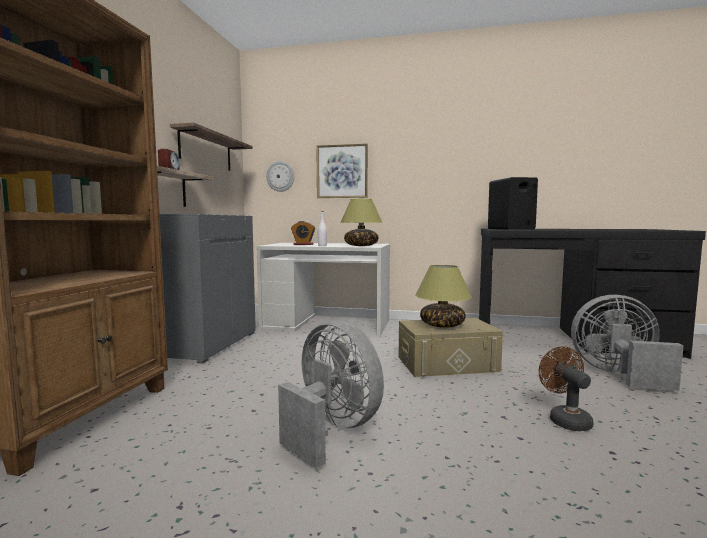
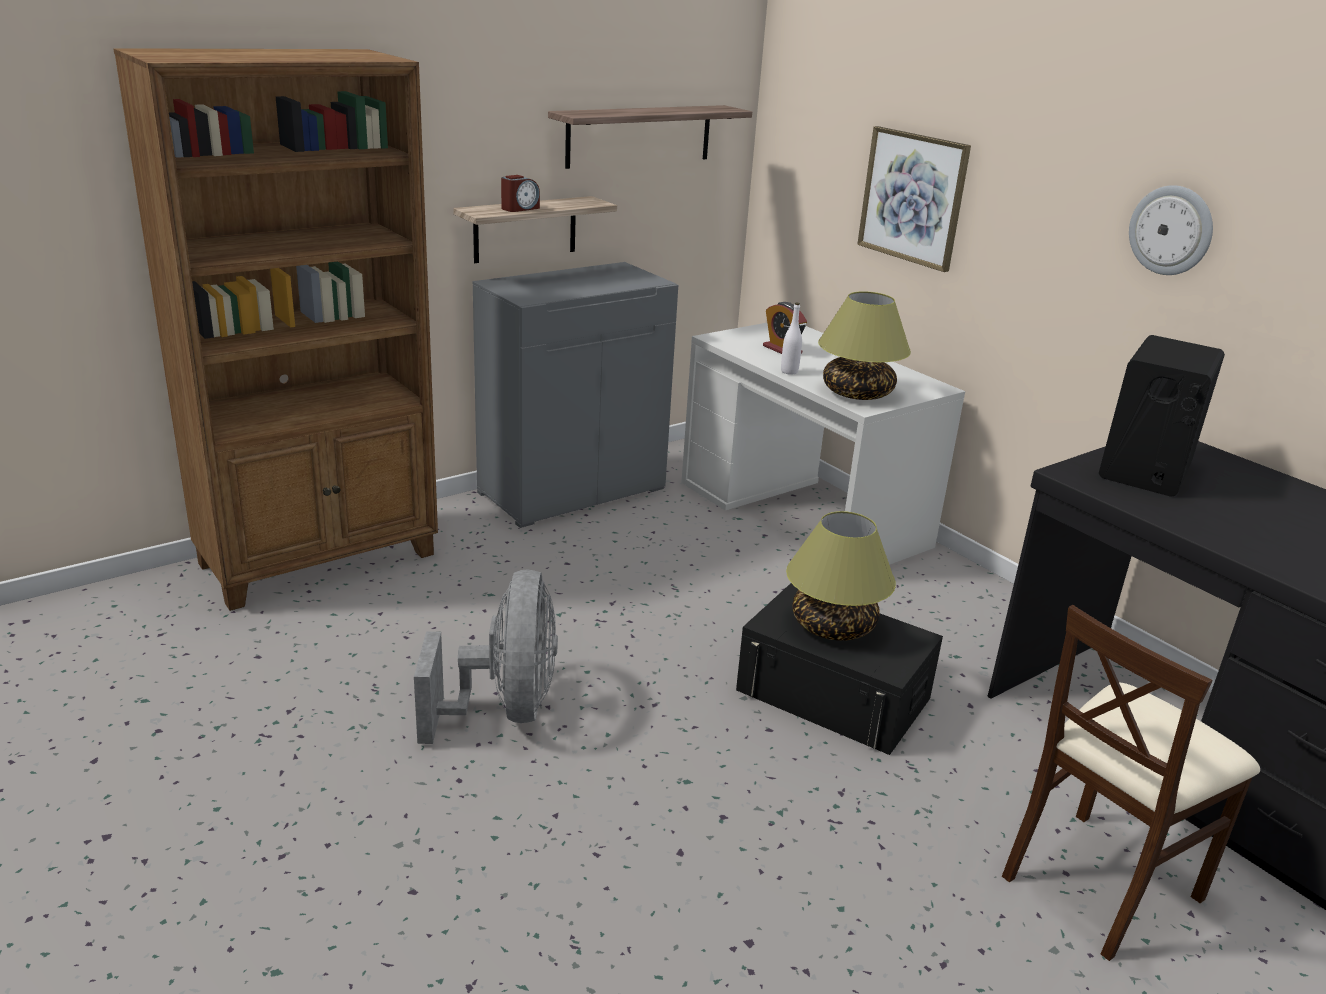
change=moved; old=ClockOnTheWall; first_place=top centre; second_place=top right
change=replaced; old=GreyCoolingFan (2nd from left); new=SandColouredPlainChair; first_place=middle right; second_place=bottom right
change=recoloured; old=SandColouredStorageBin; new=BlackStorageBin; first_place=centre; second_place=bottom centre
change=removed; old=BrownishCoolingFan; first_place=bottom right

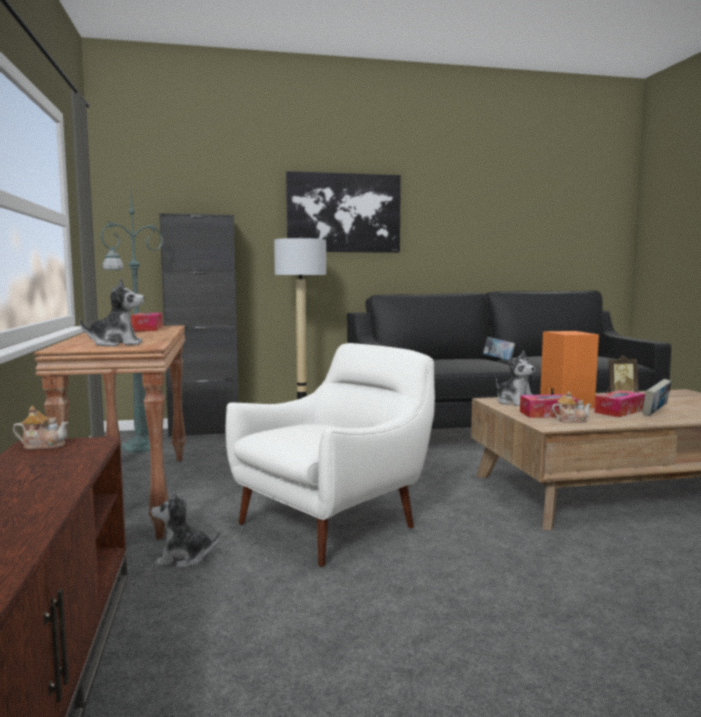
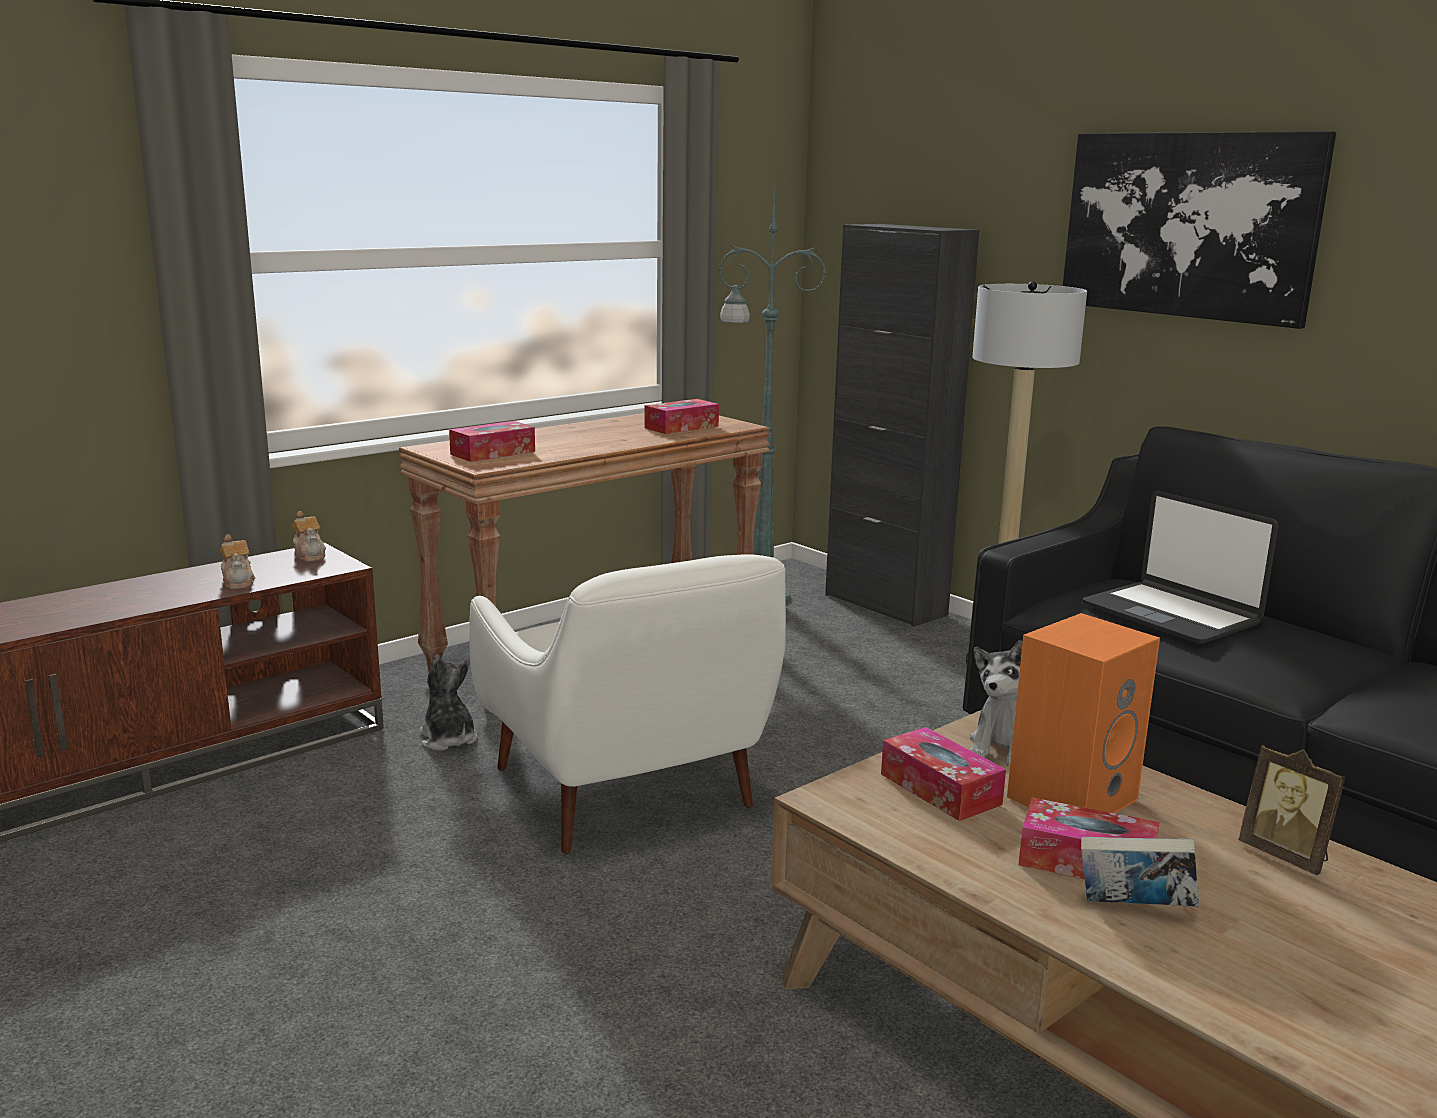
change=replaced; old=CuddlyToy (1st from left); new=TissueHolder (1st from left); first_place=middle left; second_place=centre
change=removed; old=Book (1st from left); first_place=middle right
change=turned; old=WhiteColouredArmchair; first_place=centre; second_place=centre; degrees=45
change=moved; old=TeaPot (2nd from left in the first image); new=TeaPot (1st from left); first_place=middle right; second_place=middle left
change=added; new=PortableComputer; second_place=middle right

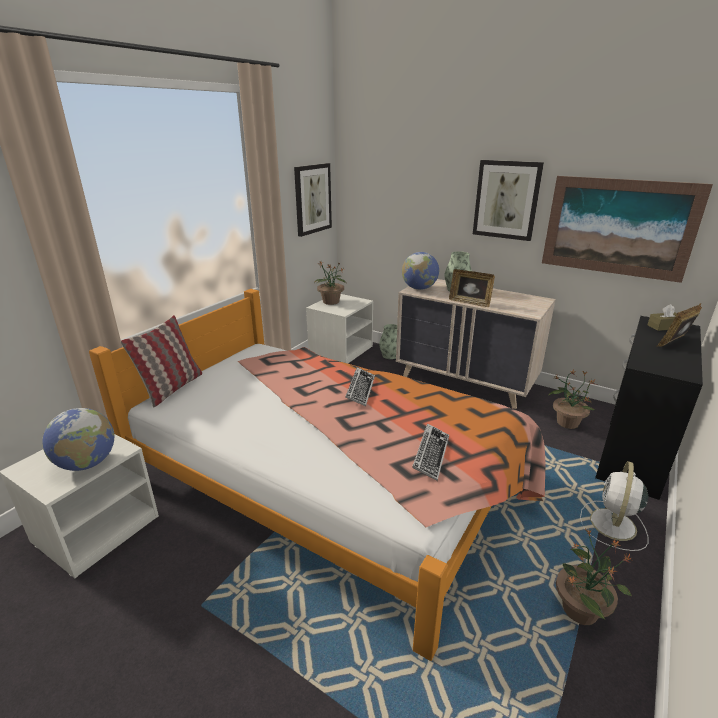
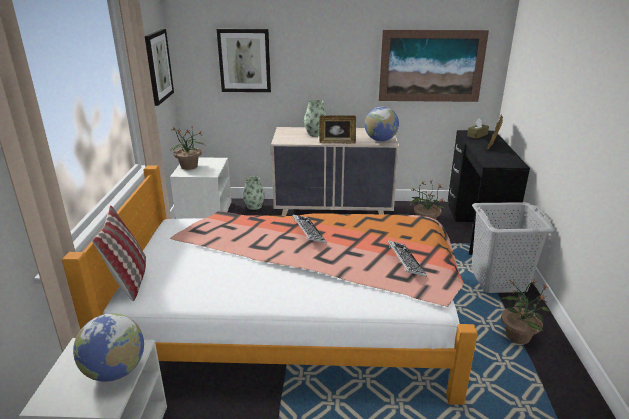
change=moved; old=WallPicture (2nd from left); first_place=top right; second_place=top centre
change=moved; old=DeskGlobe (2nd from left); first_place=centre; second_place=top centre
change=replaced; old=WhiteColouredCoolingFan; new=GreyHamper; first_place=bottom right; second_place=middle right

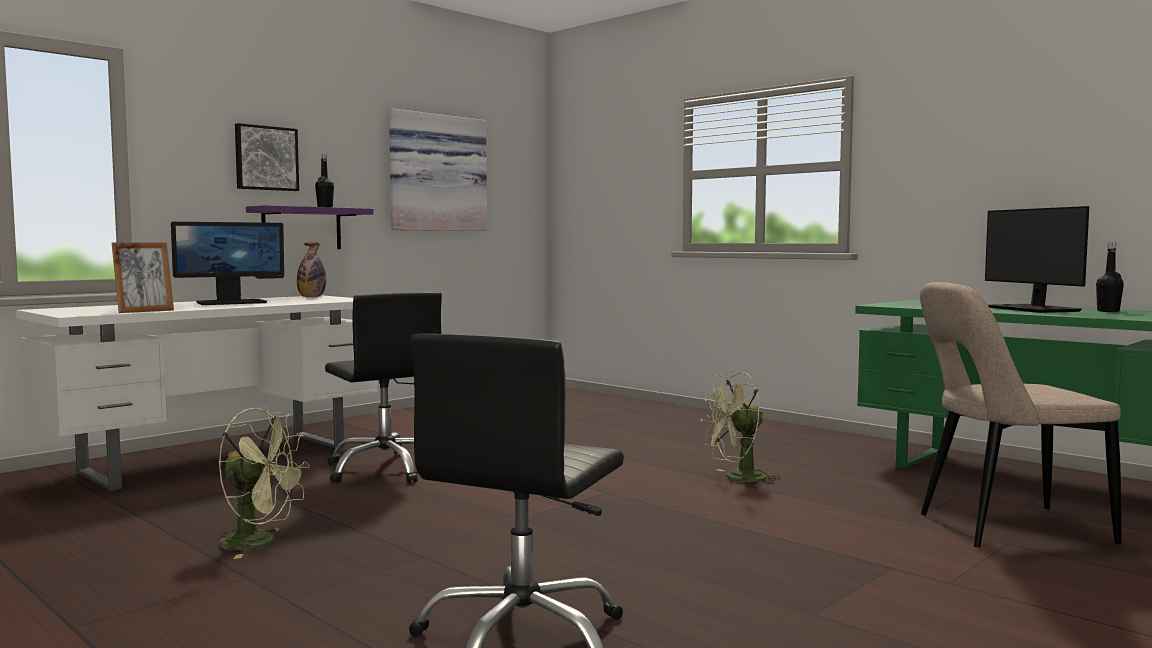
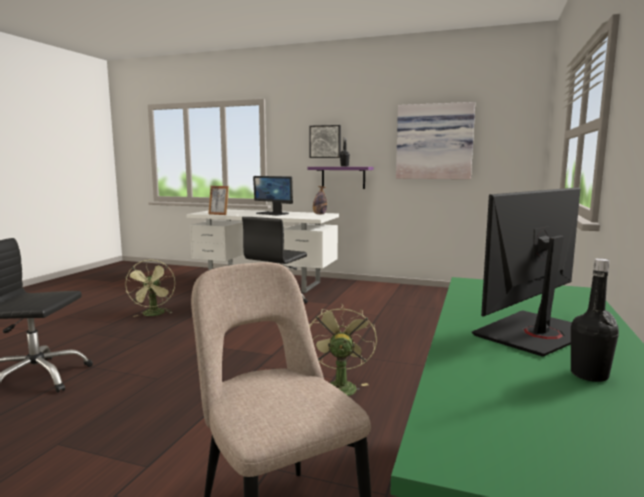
change=turned; old=GreenishCoolingFan (2nd from left); first_place=centre; second_place=bottom centre; degrees=45

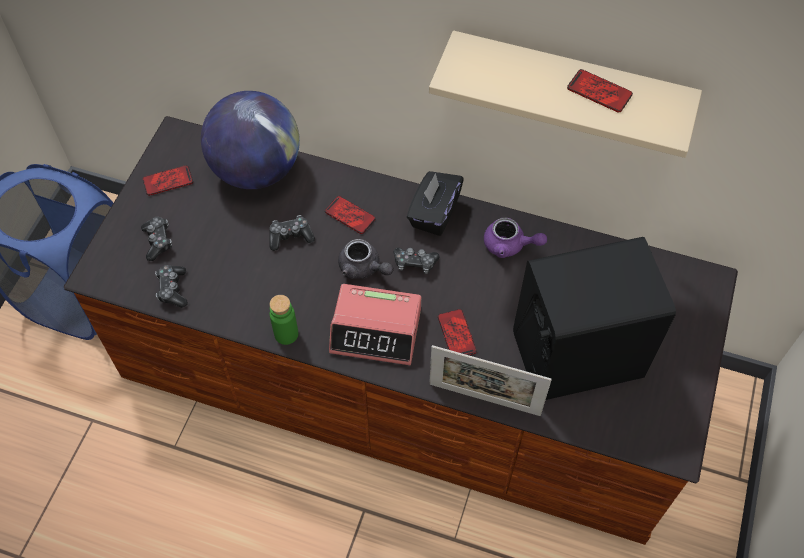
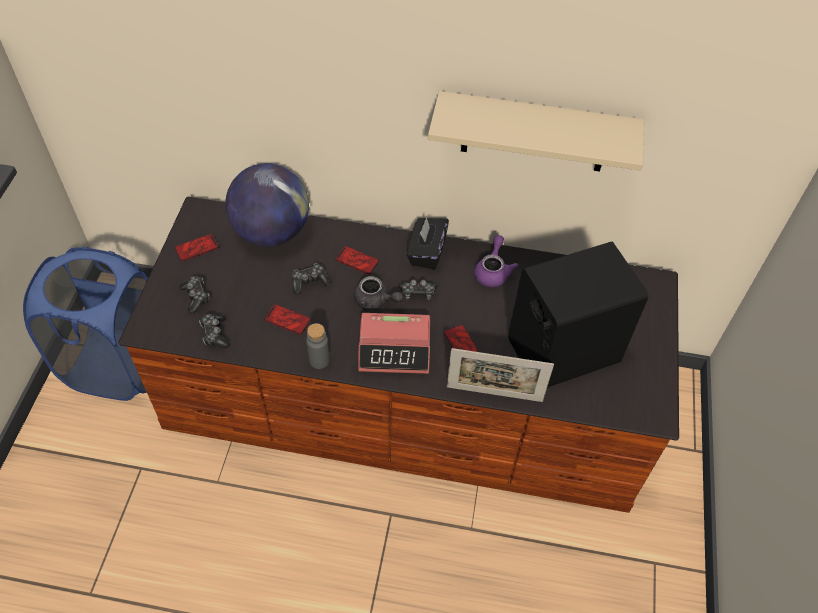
change=moved; old=Handset (4th from left in the first image); new=Handset (2nd from left); first_place=top right; second_place=centre
change=turned; old=PurplishTeaPot; first_place=centre; second_place=centre; degrees=-90
change=recoloured; old=GreenishDrinkBottle; new=GreyDrinkBottle; first_place=centre; second_place=centre

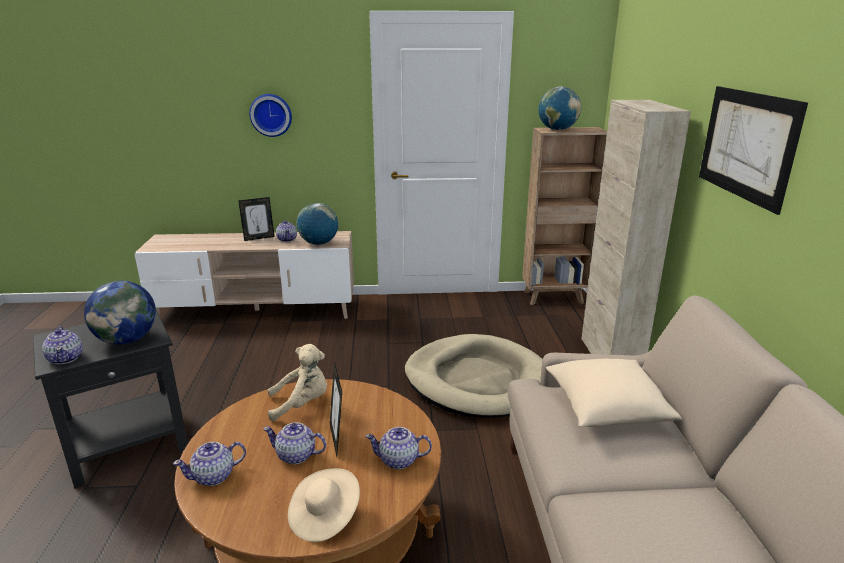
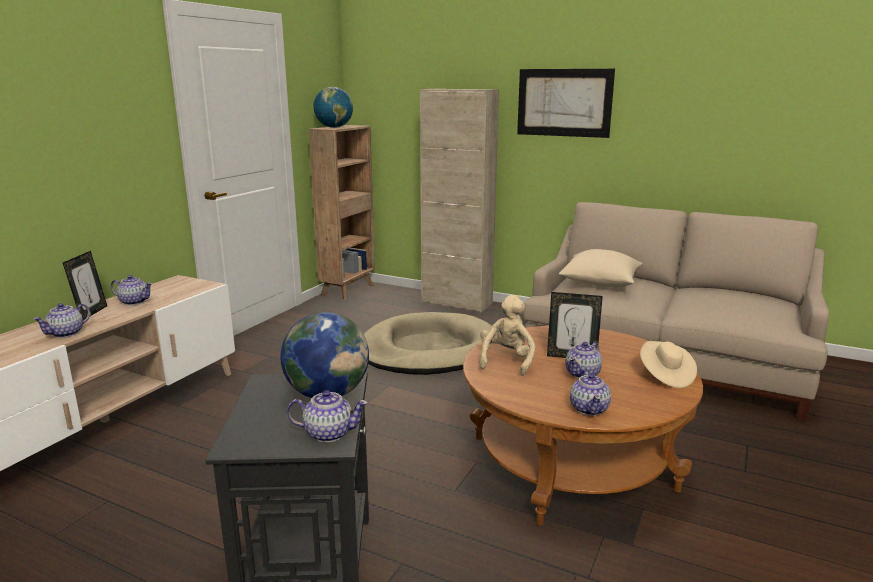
change=removed; old=ClockOnTheWall; first_place=top left
change=removed; old=DeskGlobe (2nd from left); first_place=centre
change=moved; old=TeaPot (5th from left in the first image); new=TeaPot (1st from left); first_place=bottom centre; second_place=middle left

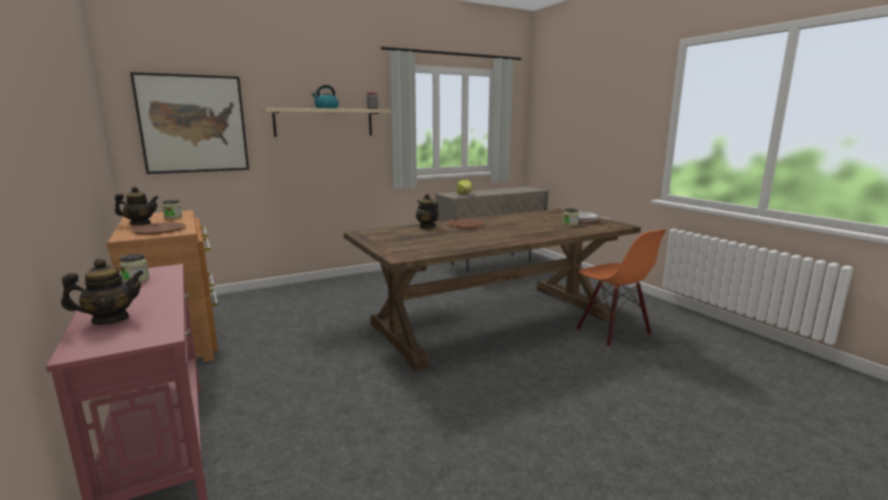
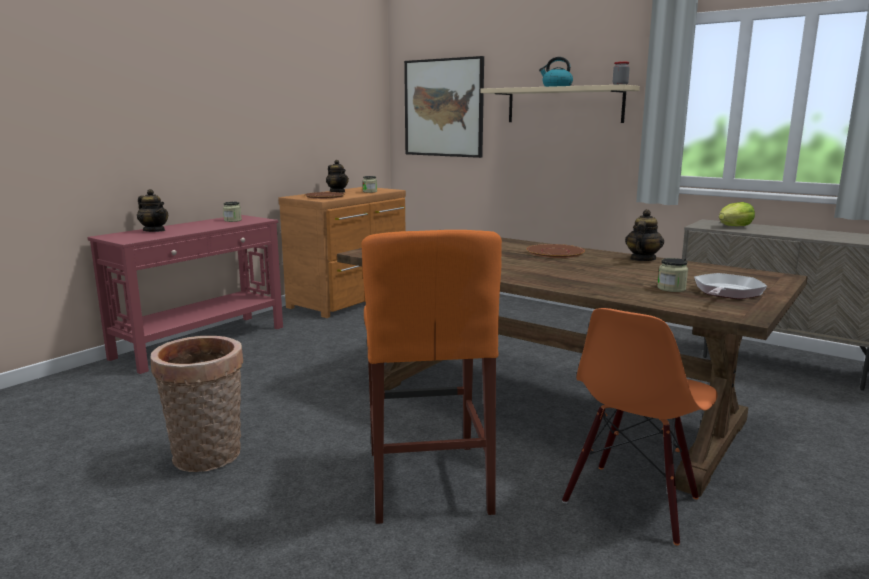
change=moved; old=TeaPot (3rd from left); first_place=centre; second_place=middle right
change=added; new=OrangeyStool; second_place=centre
change=added; new=StorageBasket; second_place=bottom left

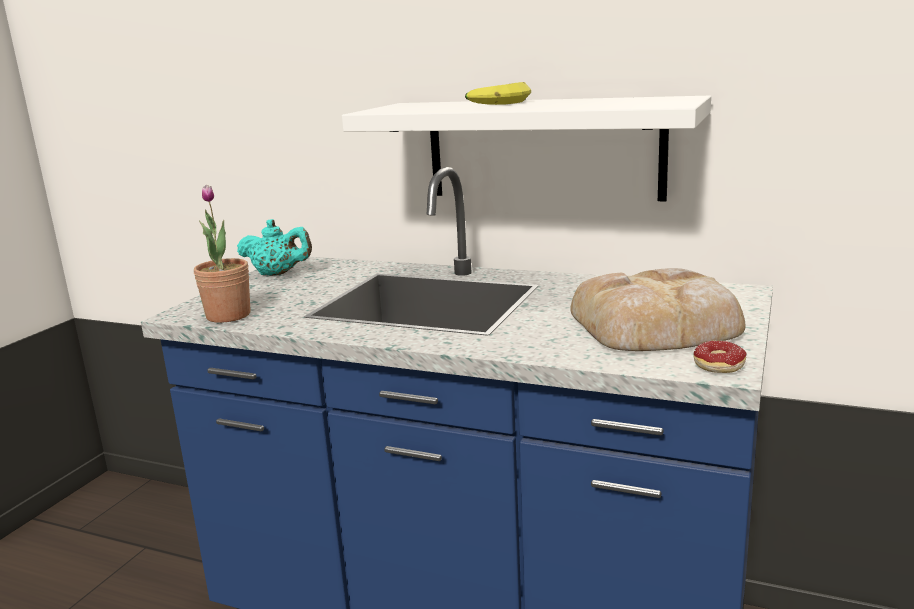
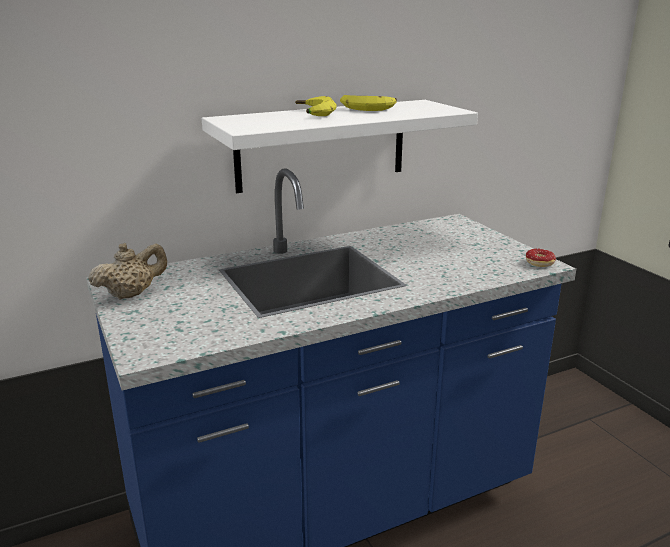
change=removed; old=PottedPlant; first_place=middle left
change=recoloured; old=BlueGreenTeaPot; new=SandColouredTeaPot; first_place=middle left; second_place=middle left
change=removed; old=BakedBread; first_place=middle right
change=added; new=WholeBanana (2nd from left); second_place=top centre

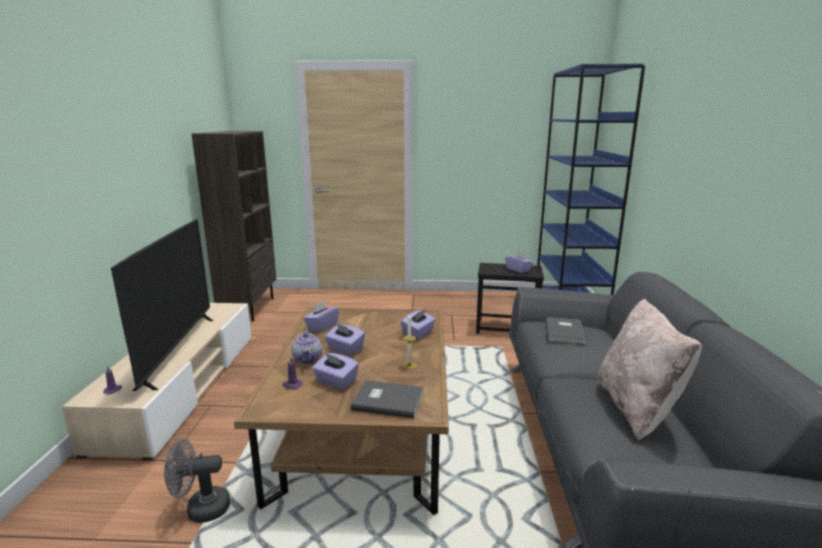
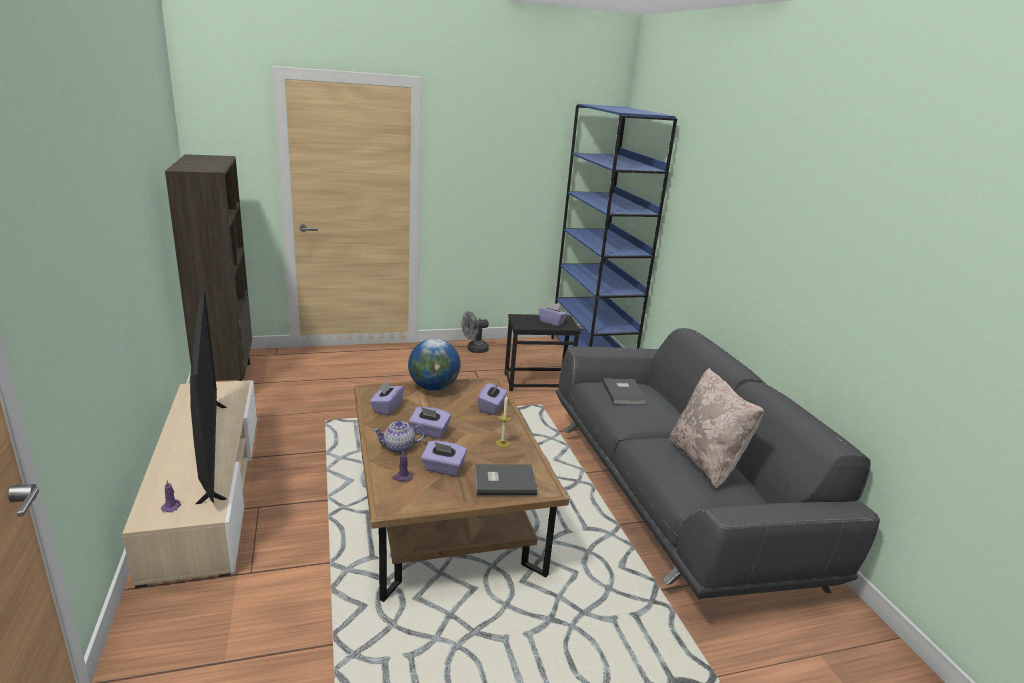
change=turned; old=TeaPot; first_place=centre; second_place=centre; degrees=105
change=moved; old=GreyCoolingFan; first_place=bottom left; second_place=centre
change=added; new=DeskGlobe; second_place=centre

